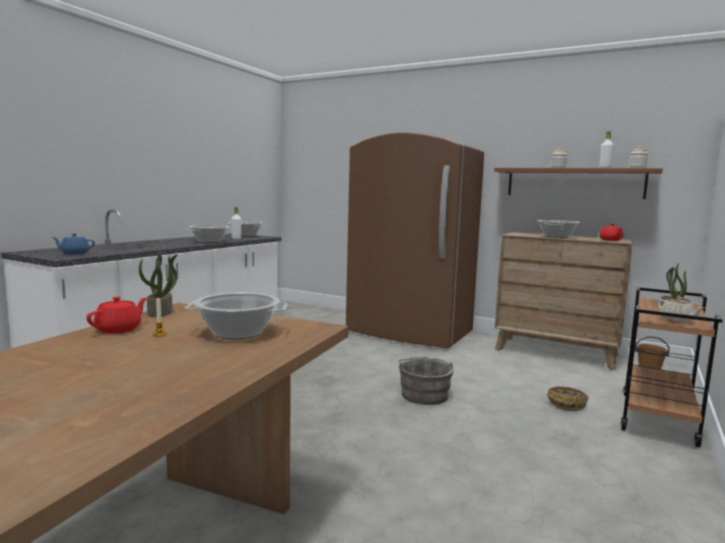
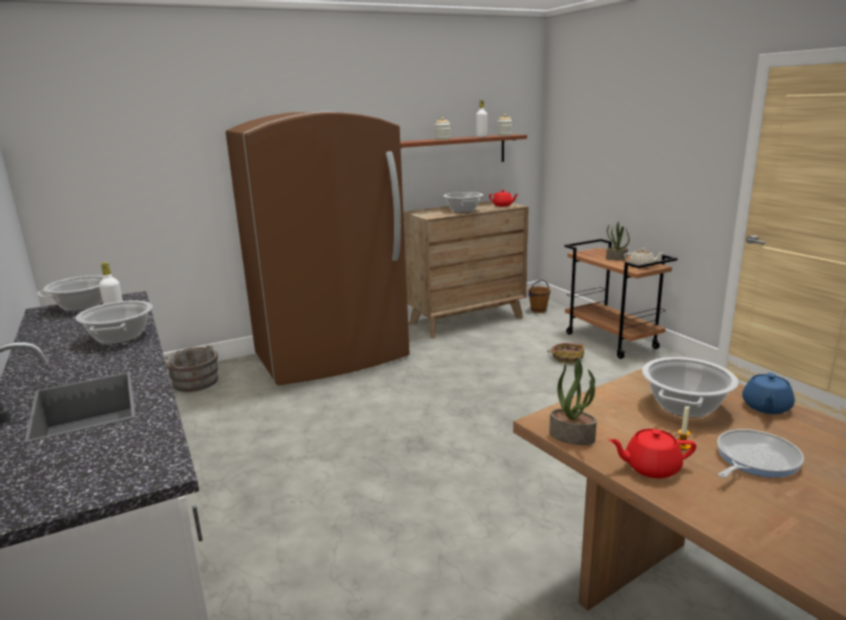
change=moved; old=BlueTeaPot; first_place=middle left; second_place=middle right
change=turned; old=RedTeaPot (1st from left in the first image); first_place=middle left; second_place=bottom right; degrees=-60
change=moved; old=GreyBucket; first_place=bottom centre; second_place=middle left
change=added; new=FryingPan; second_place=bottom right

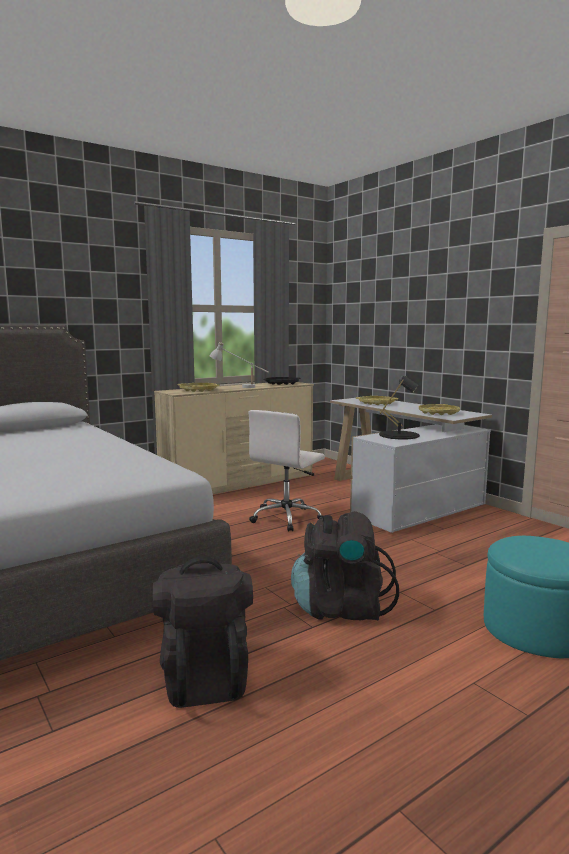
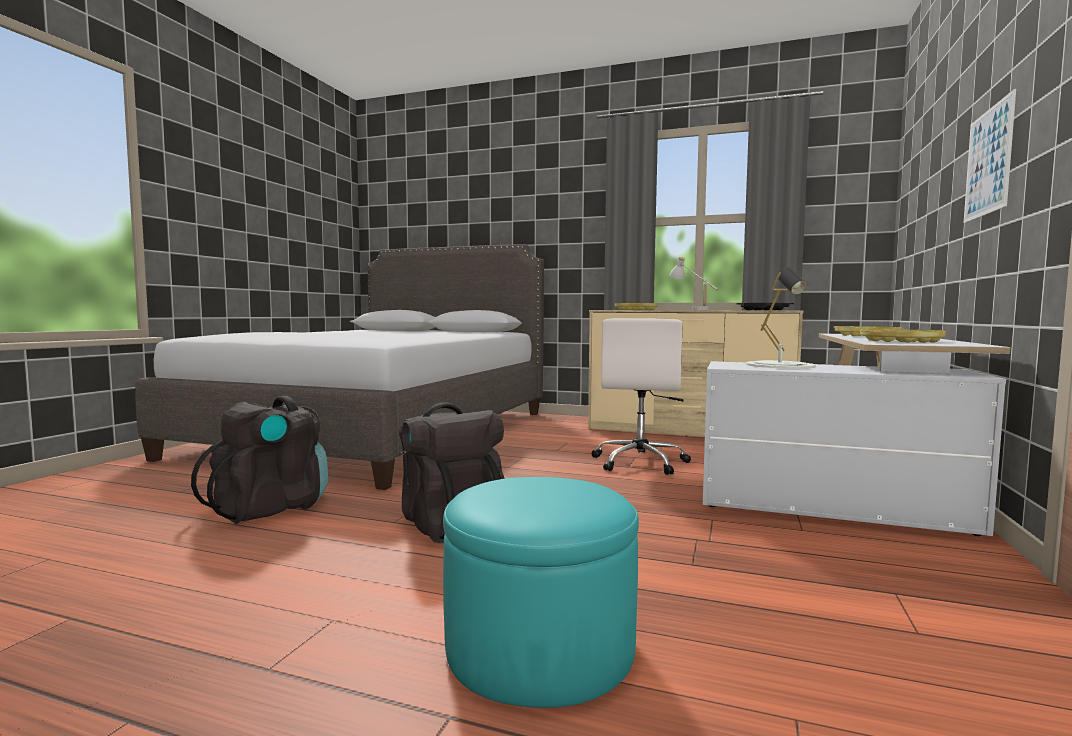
change=recoloured; old=BlackTableLamp; new=WhiteColouredTableLamp (2nd from left); first_place=middle right; second_place=middle right
change=turned; old=WhiteColouredDeskChair; first_place=centre; second_place=centre; degrees=-75
change=added; new=WallPicture; second_place=top right

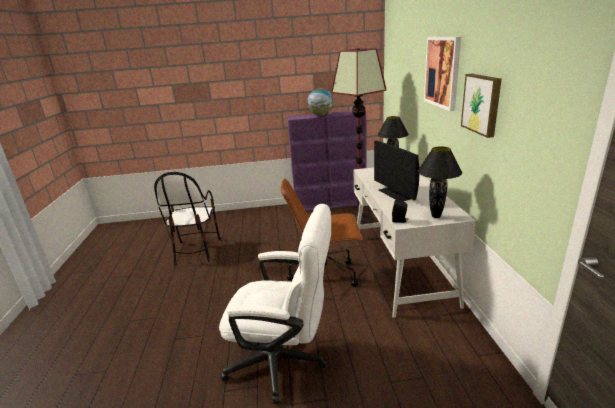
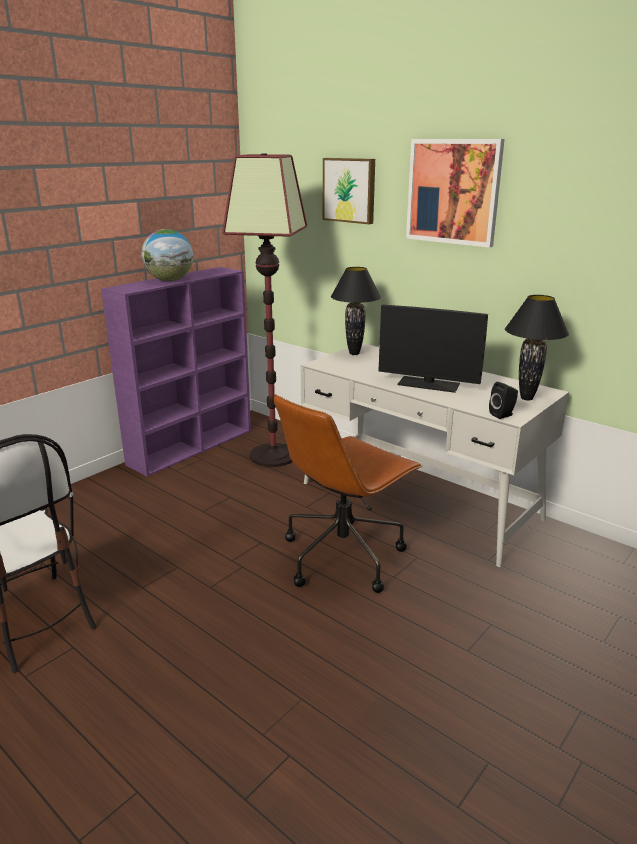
change=moved; old=WallPicture (2nd from left in the first image); new=WallPicture (1st from left); first_place=top right; second_place=top centre
change=removed; old=WhiteColouredDeskChair; first_place=bottom centre

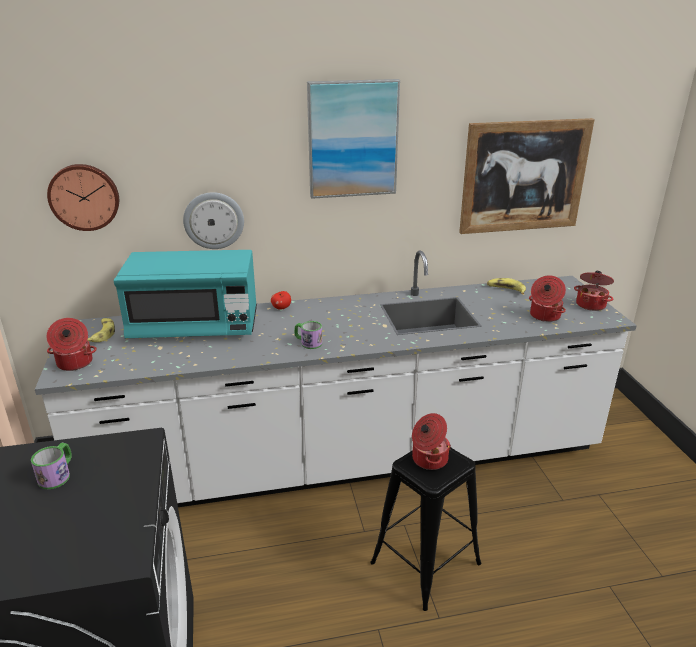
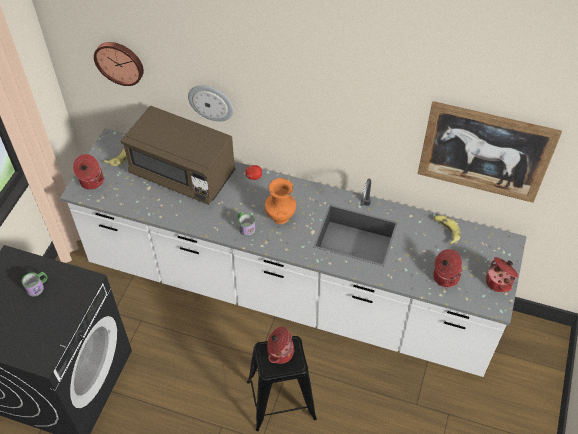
change=removed; old=WallPicture (1st from left); first_place=top centre
change=recoloured; old=BlueGreenMicrowave; new=BrownishMicrowave; first_place=middle left; second_place=middle left
change=added; new=OrangeyFlowerVase; second_place=centre

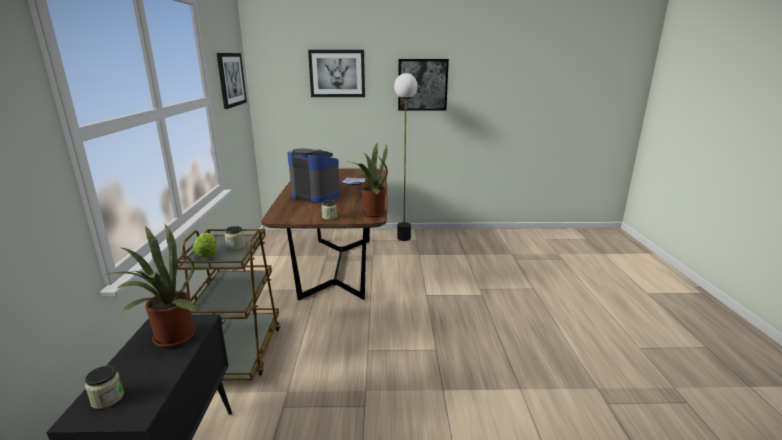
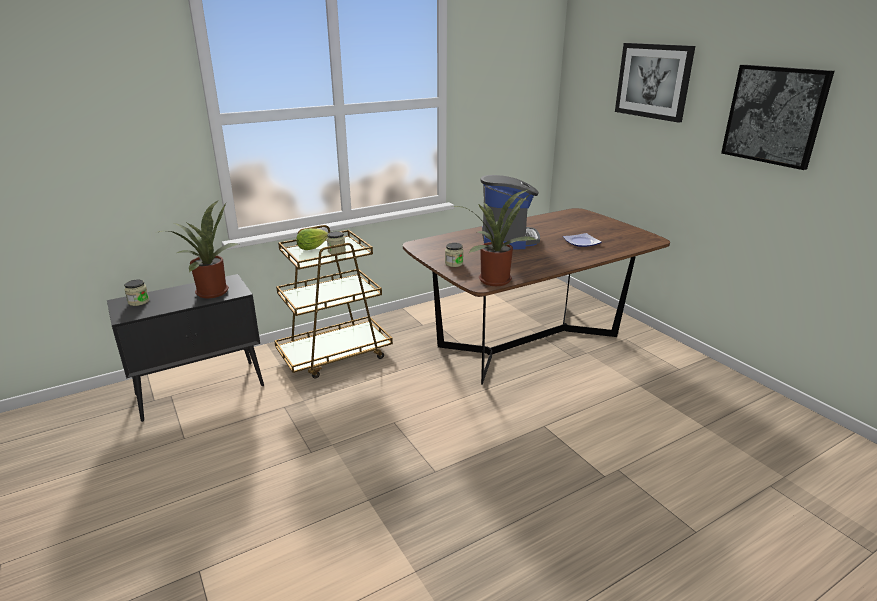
change=removed; old=WallPicture (1st from left); first_place=top left
change=removed; old=FloorLamp; first_place=centre

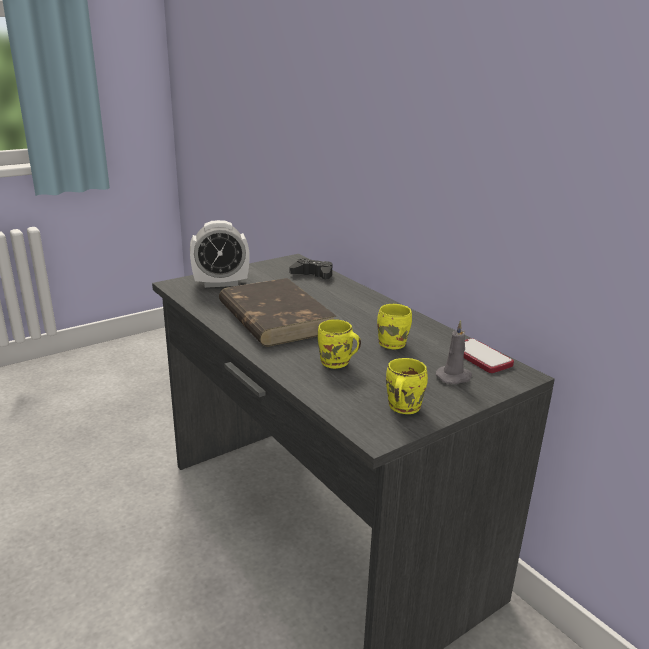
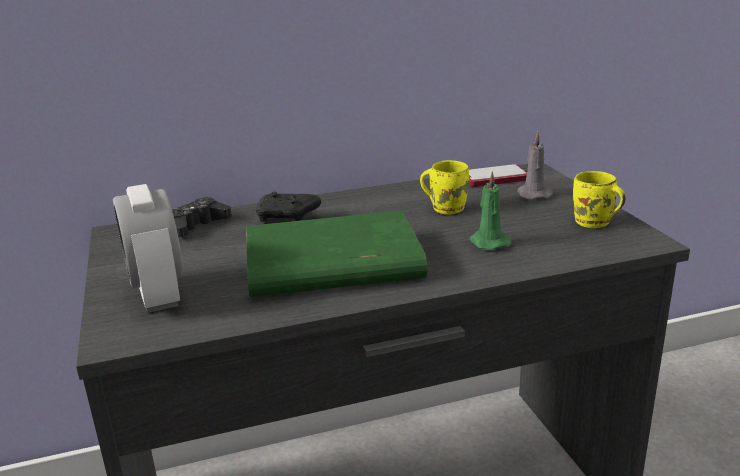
change=turned; old=AlarmClock; first_place=centre; second_place=middle left; degrees=150
change=recoloured; old=BrownishBook; new=GreenishBook; first_place=centre; second_place=centre
change=replaced; old=YellowColouredTeaMug (1st from left); new=GreenishCandle; first_place=centre; second_place=centre
change=added; new=BlackJoypad (2nd from left); second_place=centre

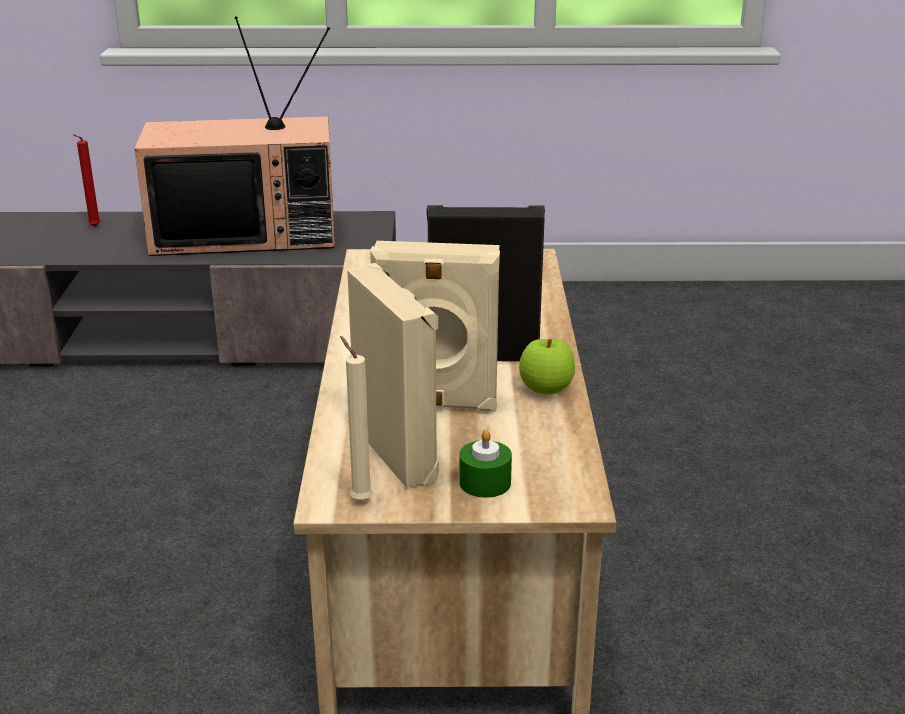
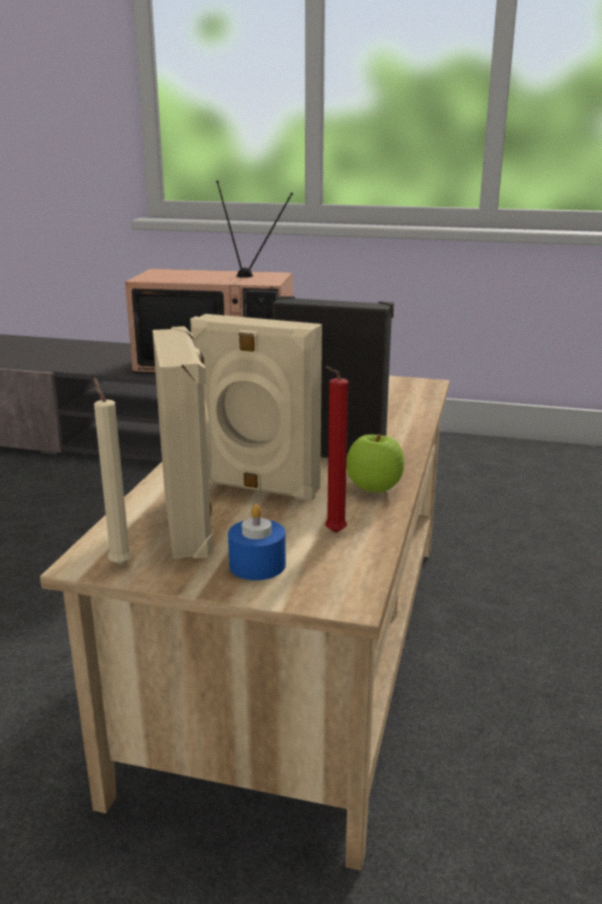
change=moved; old=RedCandle; first_place=top left; second_place=centre
change=recoloured; old=GreenishCandle; new=BlueCandle; first_place=centre; second_place=centre

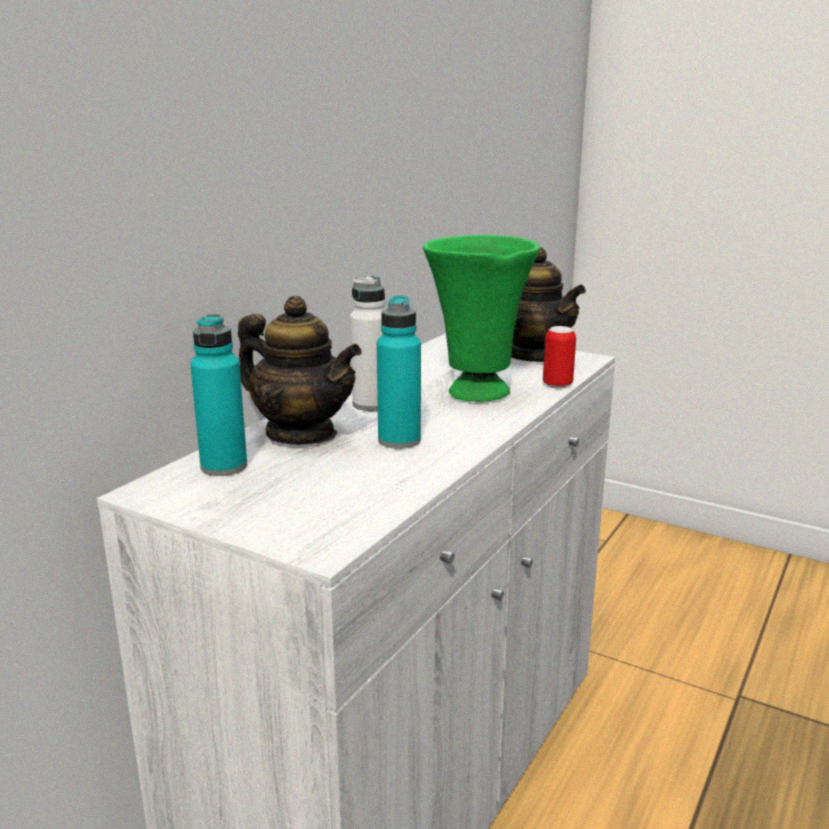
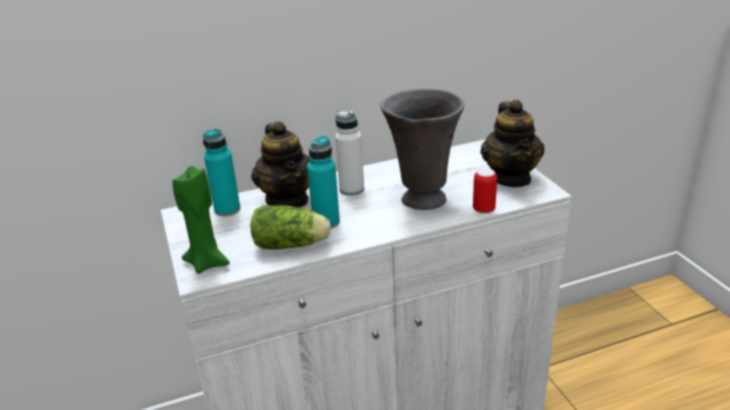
change=recoloured; old=GreenishFlowerVase; new=GreyFlowerVase; first_place=centre; second_place=centre
change=added; new=GreenishCandle; second_place=middle left
change=added; new=HeadOfLettuce; second_place=centre

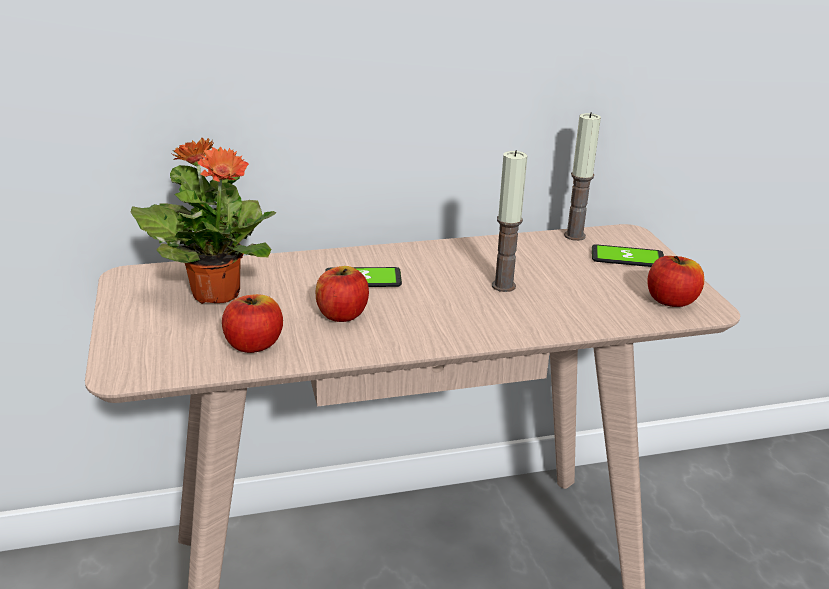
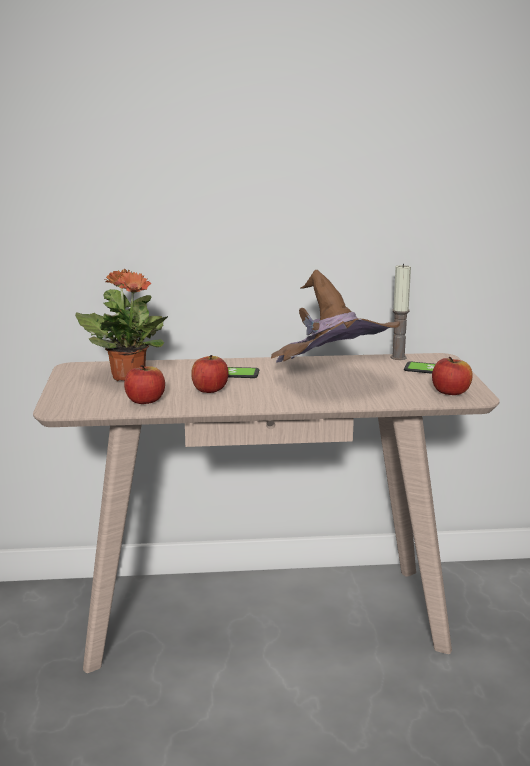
change=replaced; old=Candle (1st from left); new=BrownishClothingHat; first_place=centre; second_place=centre

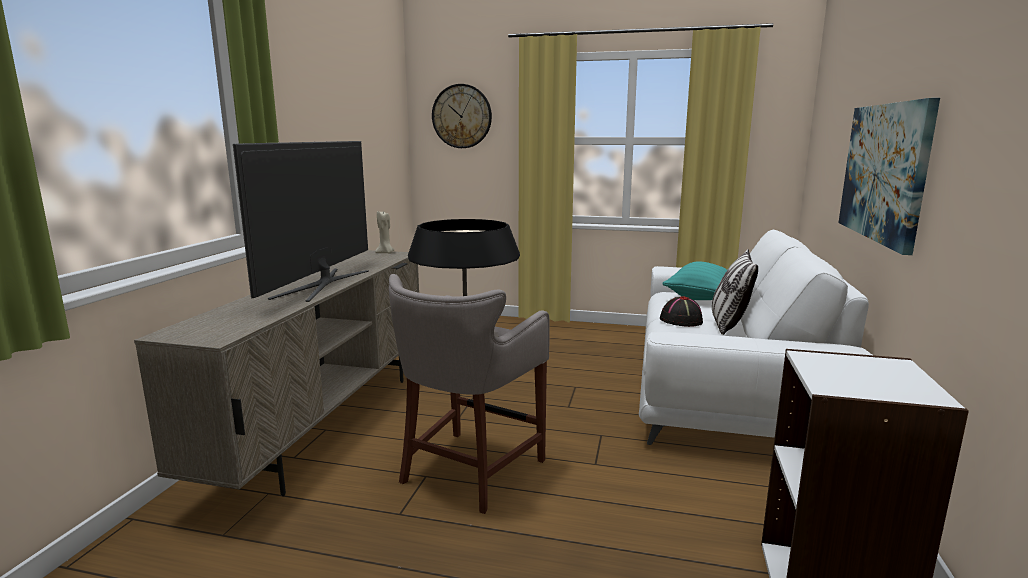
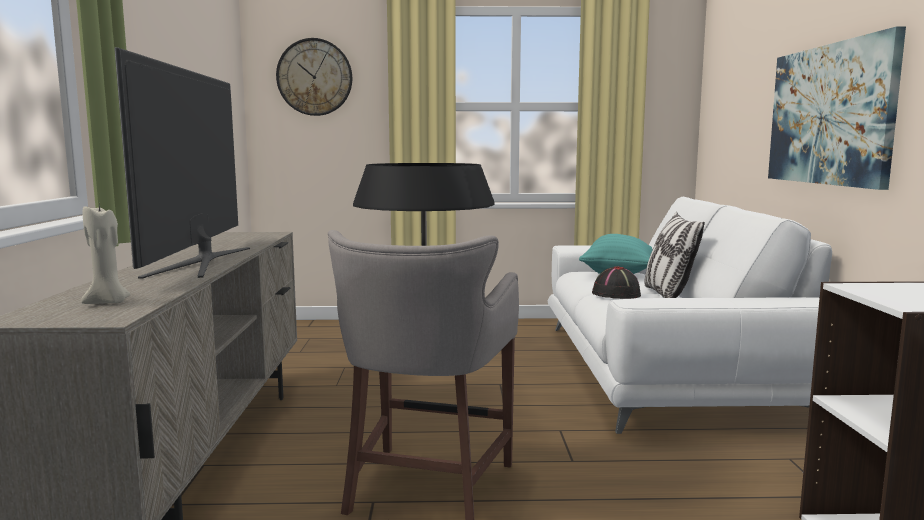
change=moved; old=SandColouredCandle; first_place=centre; second_place=middle left

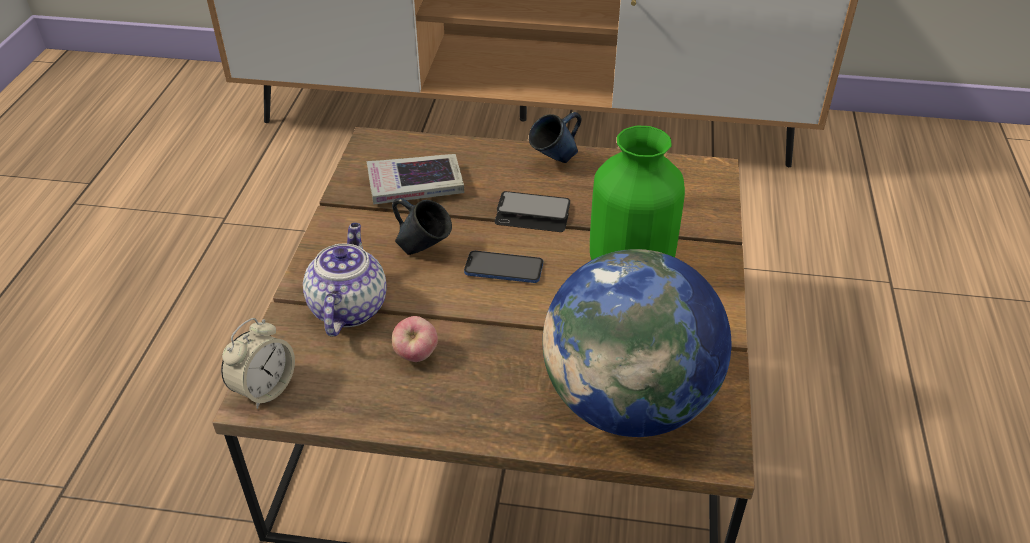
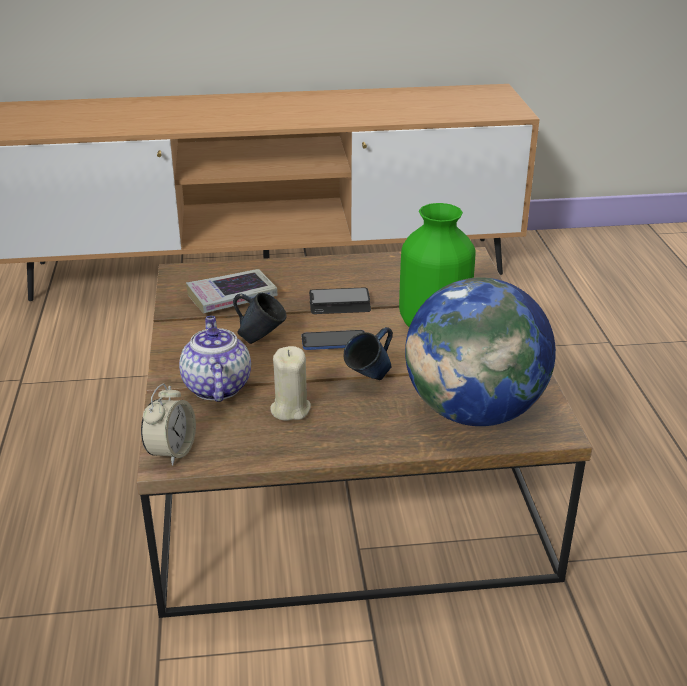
change=moved; old=BlueTeaMug (2nd from left); first_place=top centre; second_place=centre
change=replaced; old=AppleFruit; new=SandColouredCandle; first_place=centre; second_place=centre

